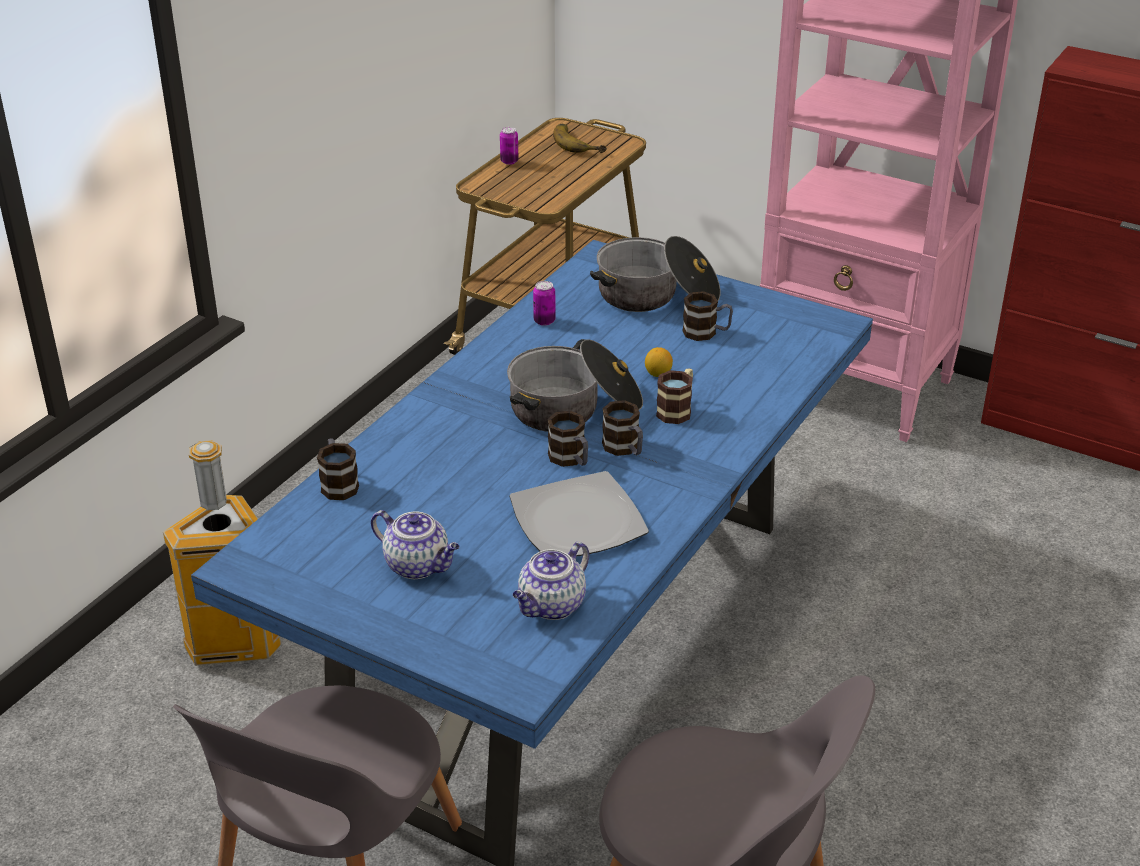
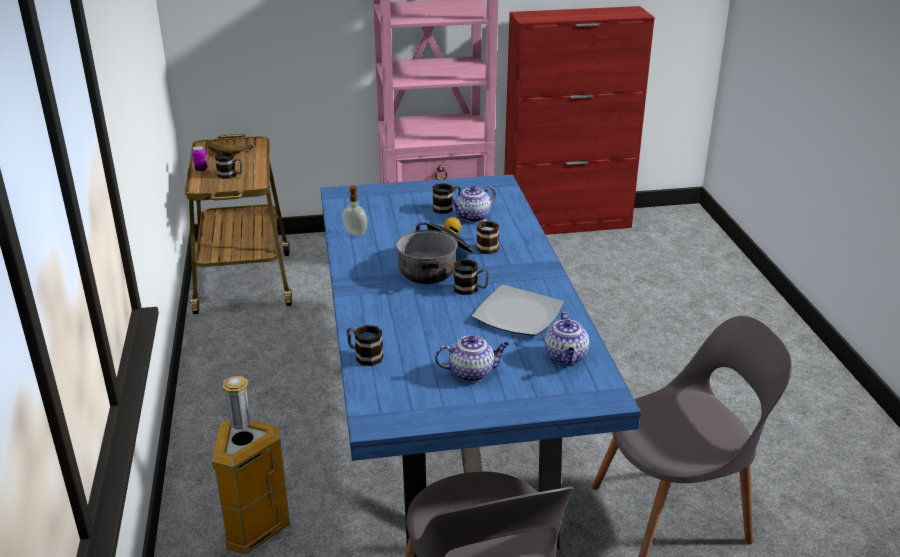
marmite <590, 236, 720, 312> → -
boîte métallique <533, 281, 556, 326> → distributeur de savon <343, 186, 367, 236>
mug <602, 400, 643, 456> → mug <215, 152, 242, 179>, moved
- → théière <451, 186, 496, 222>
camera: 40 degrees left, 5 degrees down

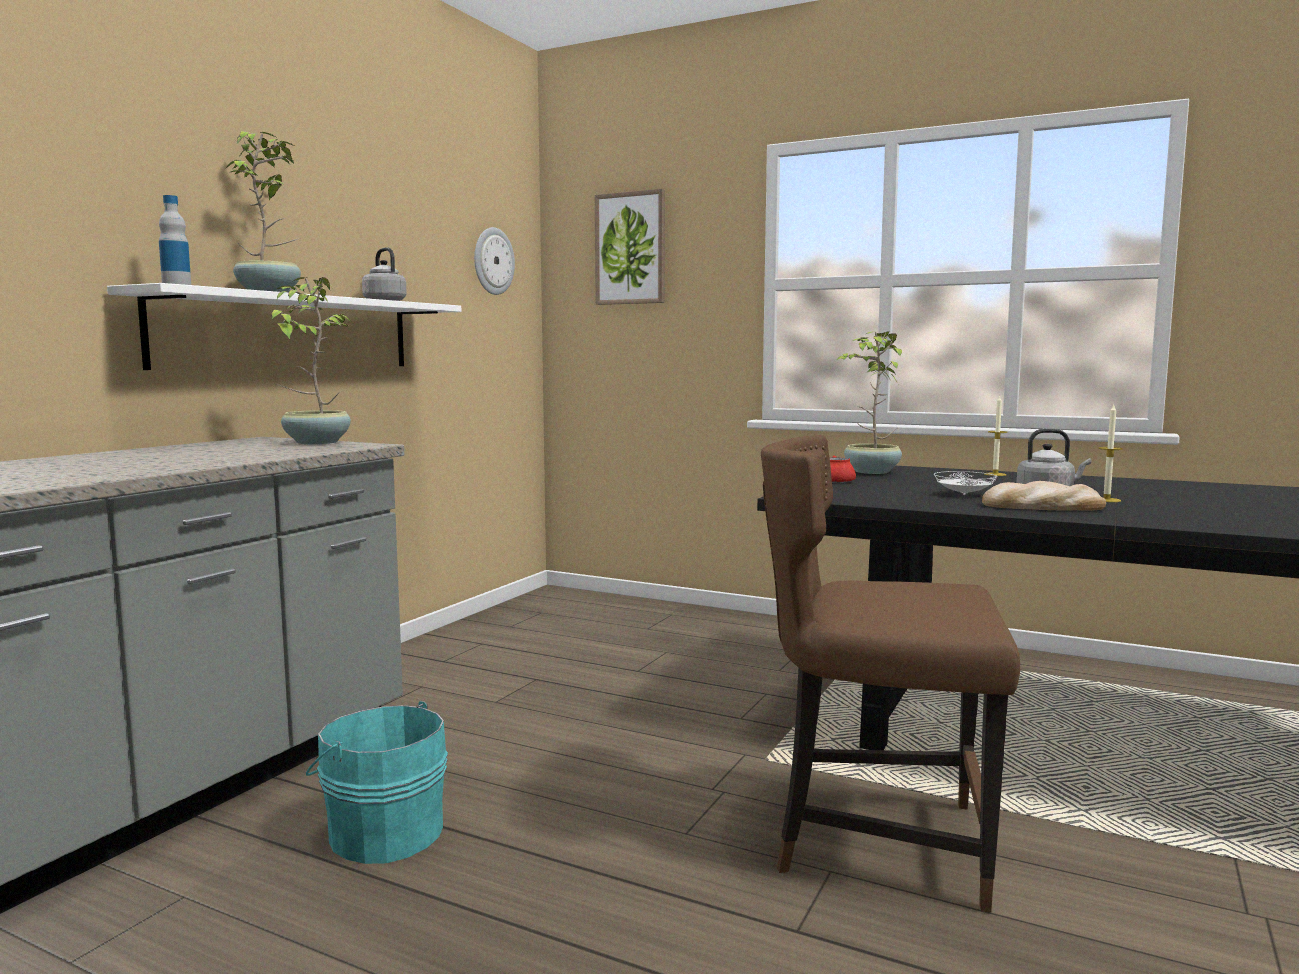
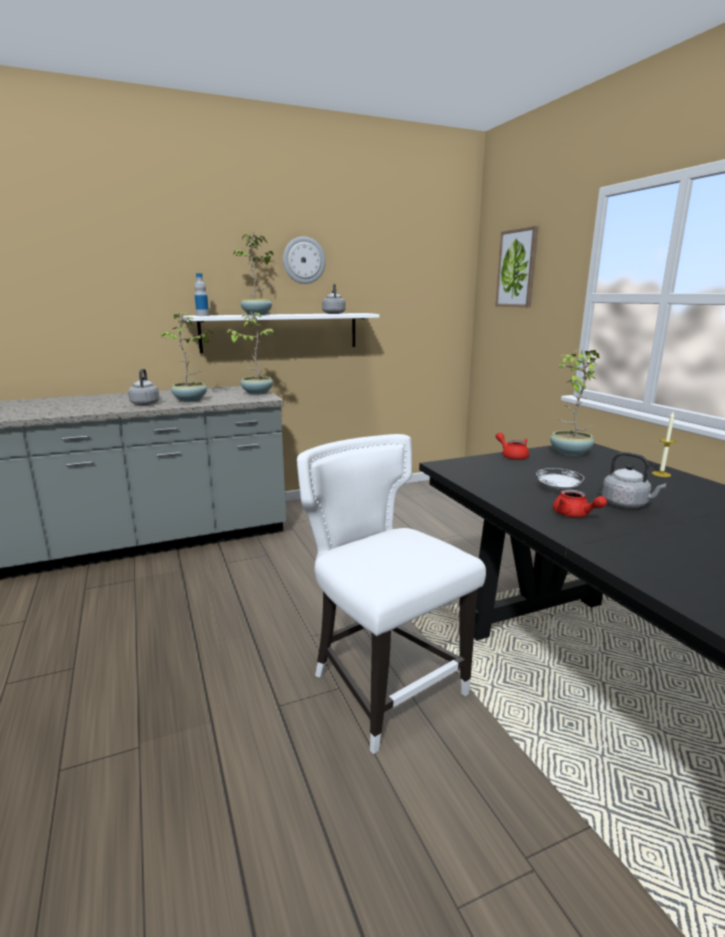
horloge murale <474, 227, 515, 295> → horloge murale <283, 236, 326, 284>, moved
bougie <1098, 405, 1123, 502> → -
chaise/marron <761, 435, 1020, 913> → chaise/blanc <297, 434, 486, 754>
pain <982, 481, 1106, 511> → théière/rouge <553, 489, 607, 517>
seau/turquoise <306, 701, 448, 864> → -
- → plante en pot <160, 312, 213, 402>
- → bouilloire/gris <128, 369, 159, 405>
camera: 40 degrees right, 10 degrees up

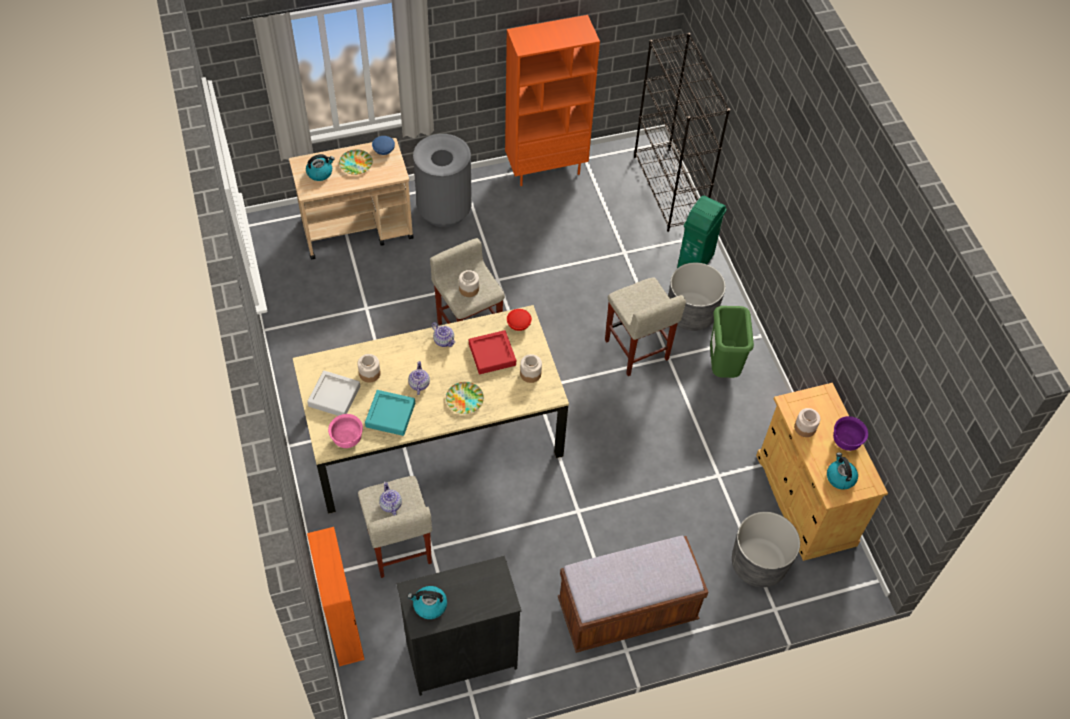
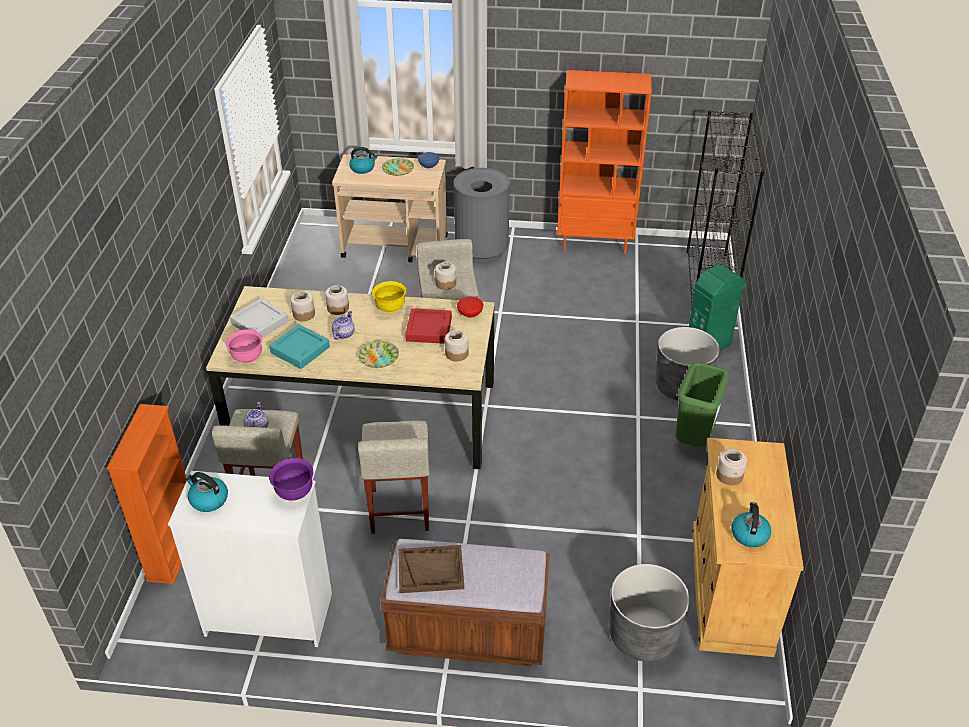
tabouret/beige <605, 278, 686, 376> → tabouret/beige <358, 421, 429, 534>, moved
théière <432, 322, 456, 347> → bol/jaune <372, 281, 406, 313>
bol/violet <833, 416, 868, 451> → bol/violet <269, 458, 313, 500>, moved
commode/noir <396, 556, 521, 696> → commode/blanc <168, 471, 332, 647>
- → bocal <325, 285, 349, 315>
- → plateau/marron <398, 545, 464, 593>
camera: 25 degrees right, 15 degrees down

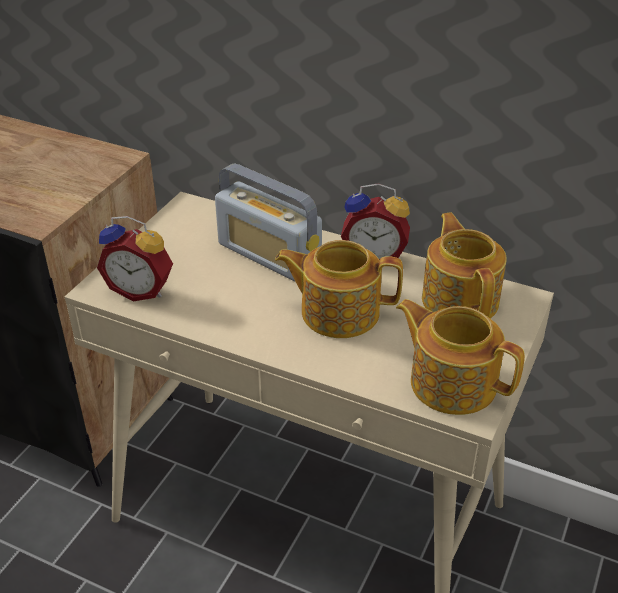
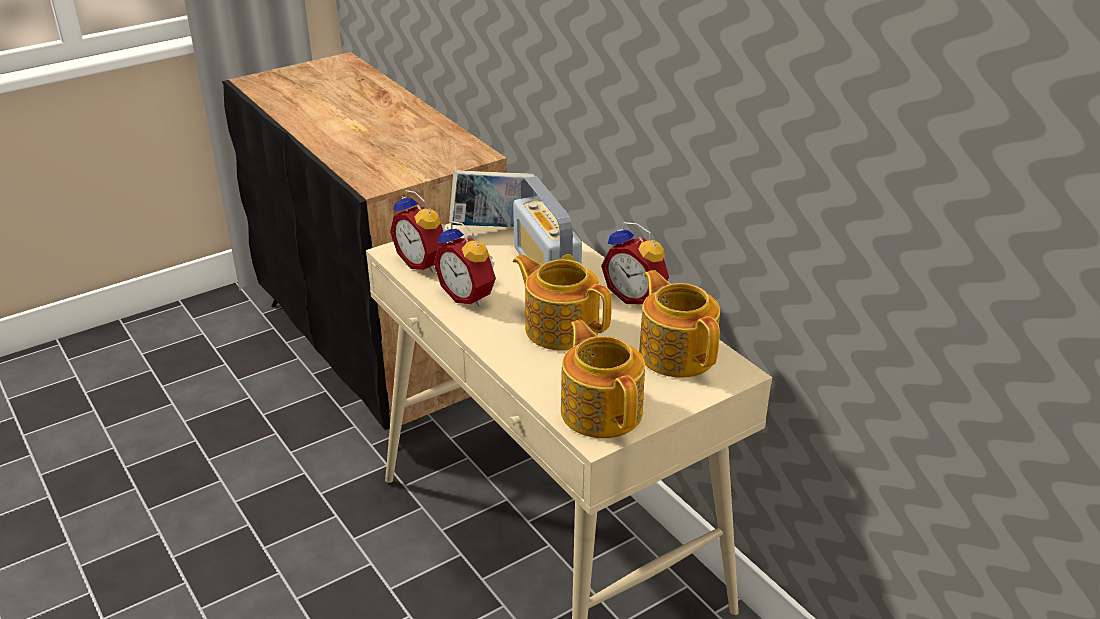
théière <422, 212, 507, 319> → théière <639, 270, 720, 378>, 45 degrees counterclockwise
- → livre <449, 170, 536, 227>
- → réveil <434, 221, 496, 307>
camera: 30 degrees right, 5 degrees down

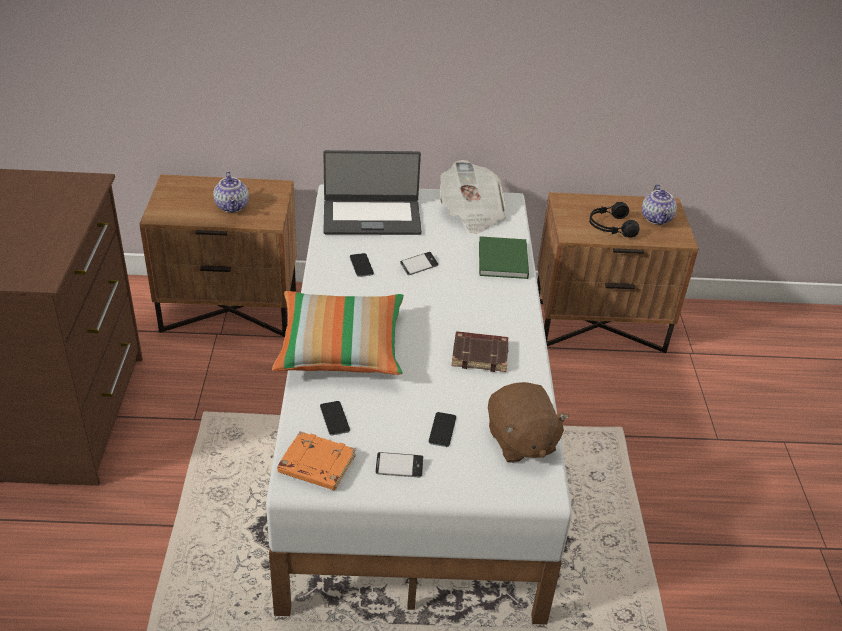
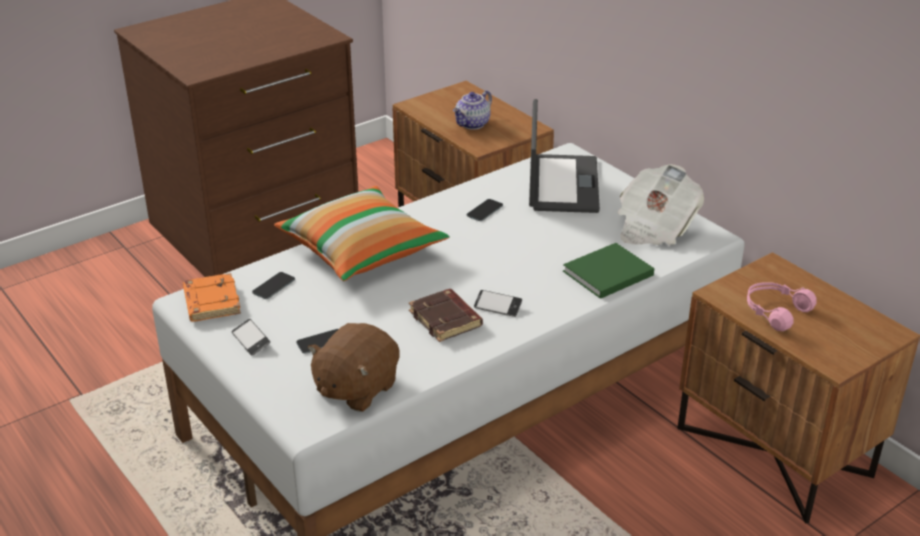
ordinateur portable <323, 150, 422, 235> → ordinateur portable <529, 99, 600, 213>, 135 degrees counterclockwise
théière <642, 184, 677, 225> → -
casque audio/noir <589, 202, 640, 238> → casque audio/rose <747, 282, 817, 331>
téléphone <400, 252, 438, 275> → téléphone <474, 290, 522, 317>, moved
camera: 55 degrees right, 5 degrees down

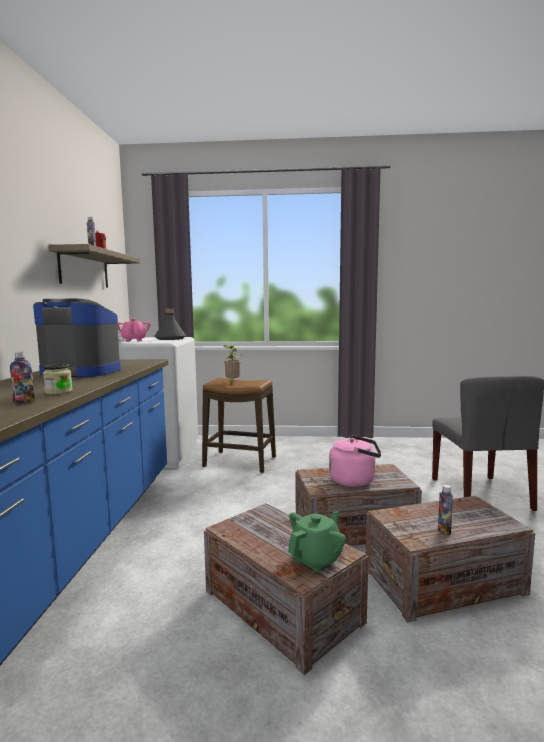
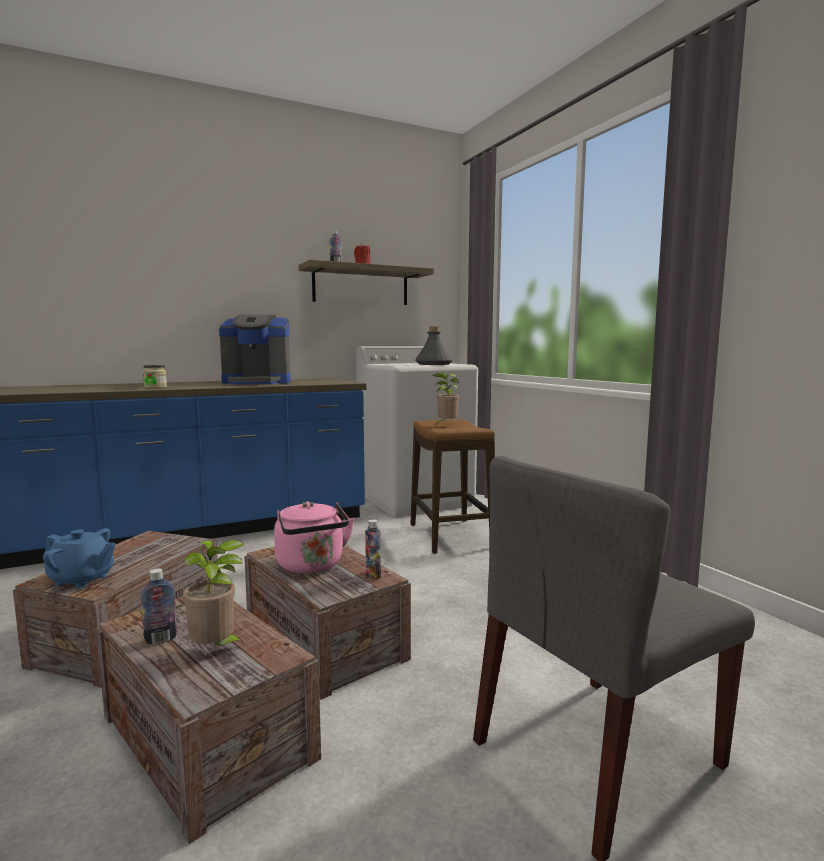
machine à café <33, 299, 121, 377> → machine à café <219, 315, 291, 384>, 105 degrees clockwise
théière/rose <117, 318, 150, 342> → -
bouteille <10, 352, 35, 403> → bouteille <365, 519, 381, 579>, moved
théière/vert <288, 511, 346, 572> → théière/bleu <43, 528, 115, 589>
- → plante en pot <183, 540, 245, 645>
camera: 60 degrees right, 0 degrees up

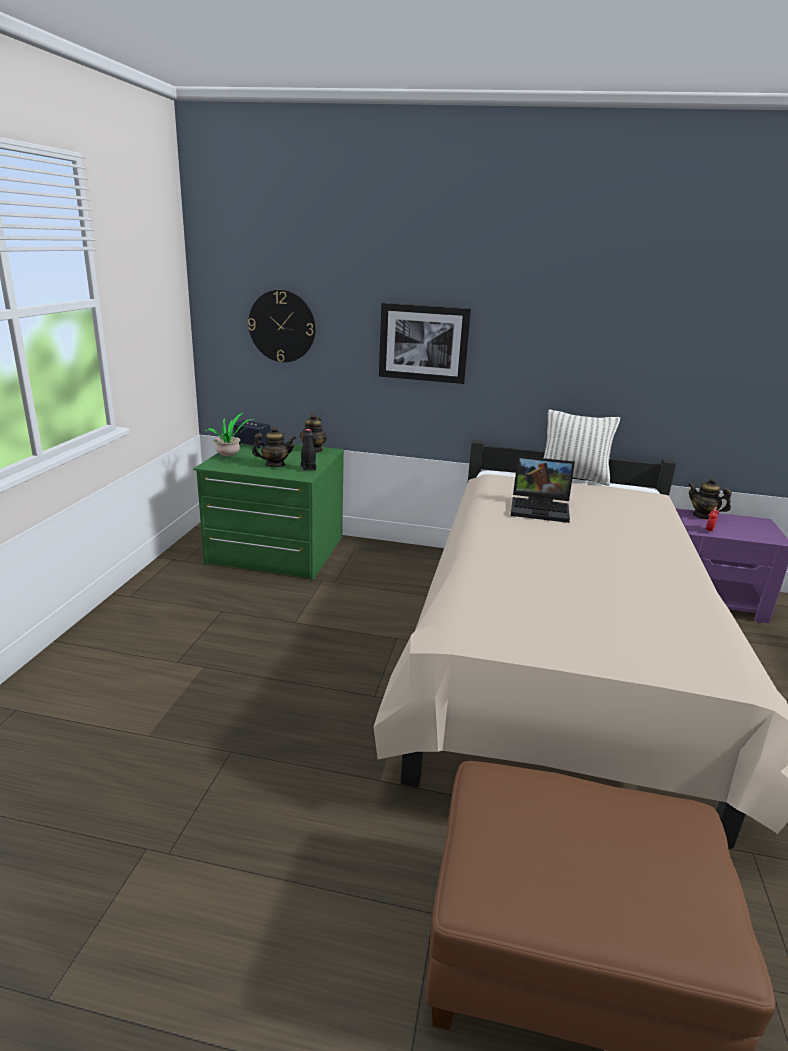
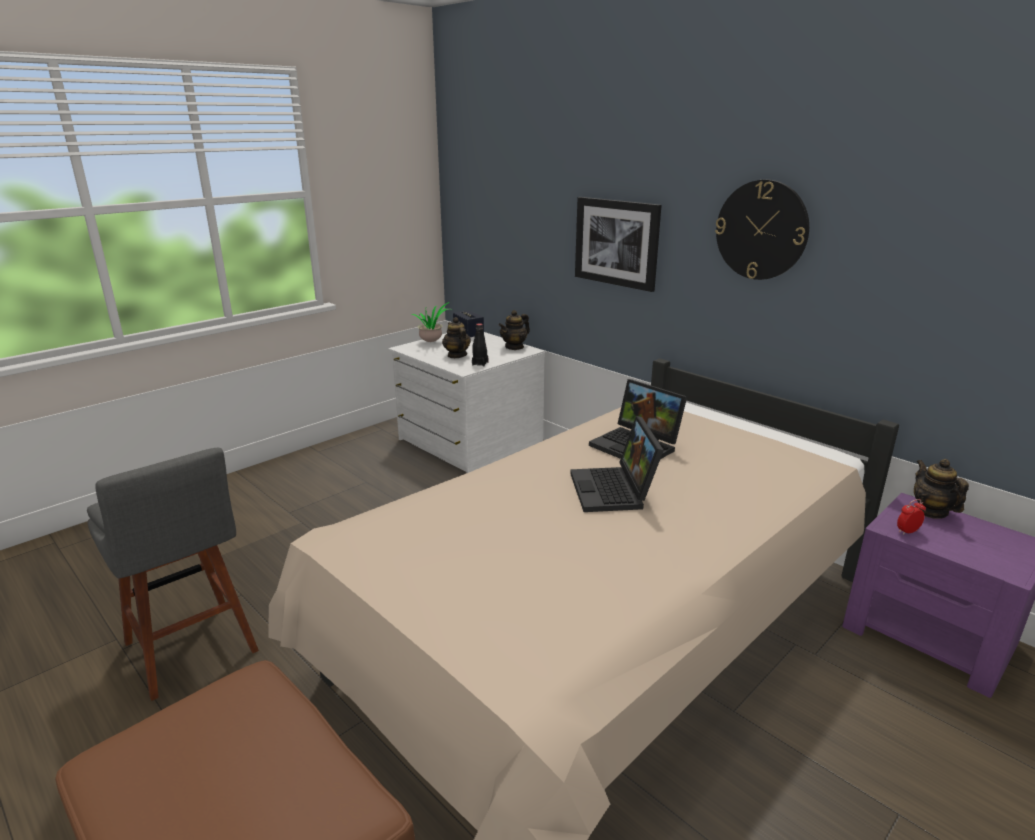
horloge murale <248, 290, 316, 362> → horloge murale <715, 180, 809, 280>, moved
coussin <544, 409, 620, 486> → -
théière <252, 426, 296, 467> → théière <442, 317, 471, 358>, 135 degrees counterclockwise
commode/vert <193, 444, 344, 580> → commode/blanc <389, 332, 545, 473>
- → ordinateur portable <570, 416, 664, 512>
- → tabouret/gris <87, 448, 259, 701>
camera: 35 degrees right, 0 degrees up

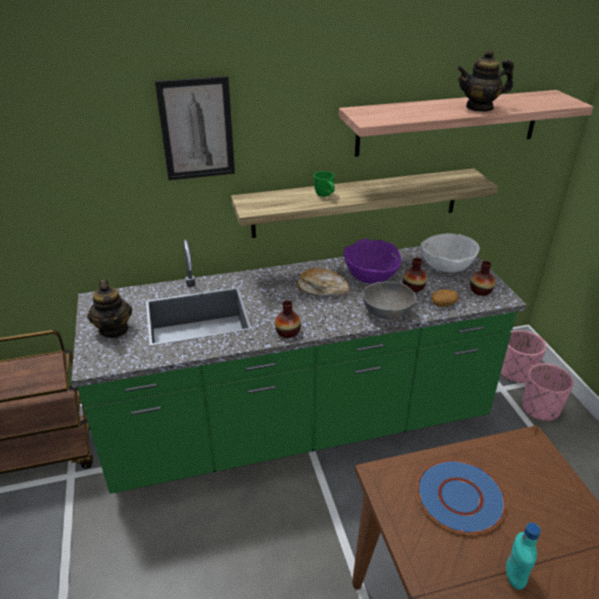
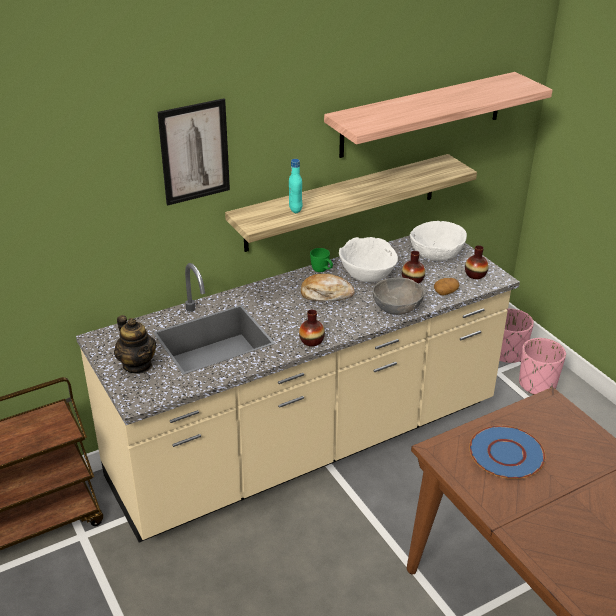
théière <457, 49, 514, 112> → -
mug/vert <314, 171, 335, 197> → mug/vert <310, 248, 333, 272>, moved
comptoir de cuisine/vert <71, 239, 526, 494> → comptoir de cuisine/beige <76, 235, 520, 543>
bol/violet <344, 239, 402, 284> → bol/blanc <339, 237, 398, 282>
bouteille/turquoise <506, 523, 541, 590> → bouteille/turquoise <289, 159, 303, 213>, moved
camera: 15 degrees left, 0 degrees up

